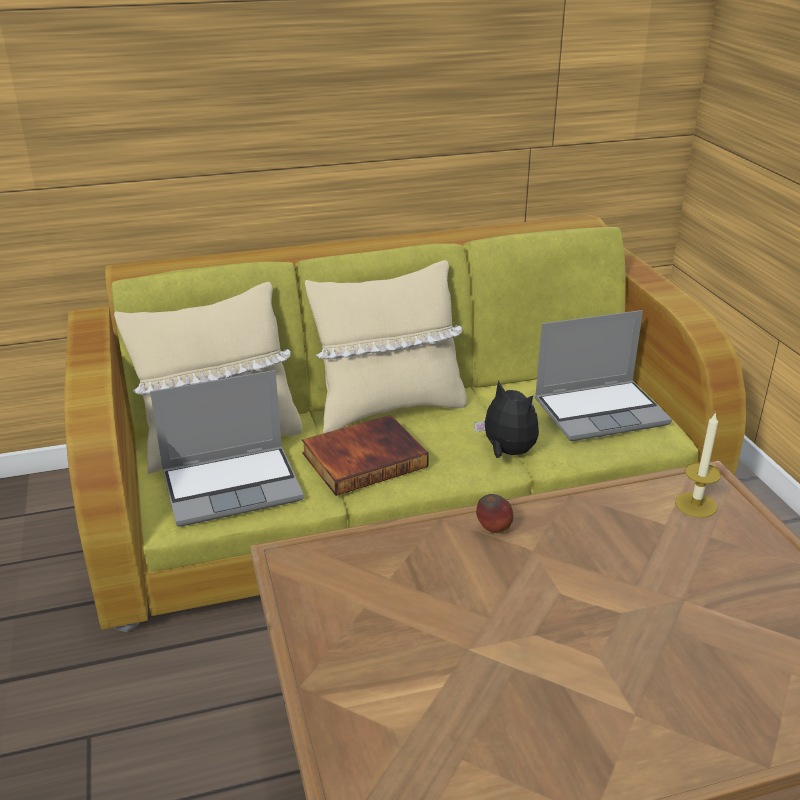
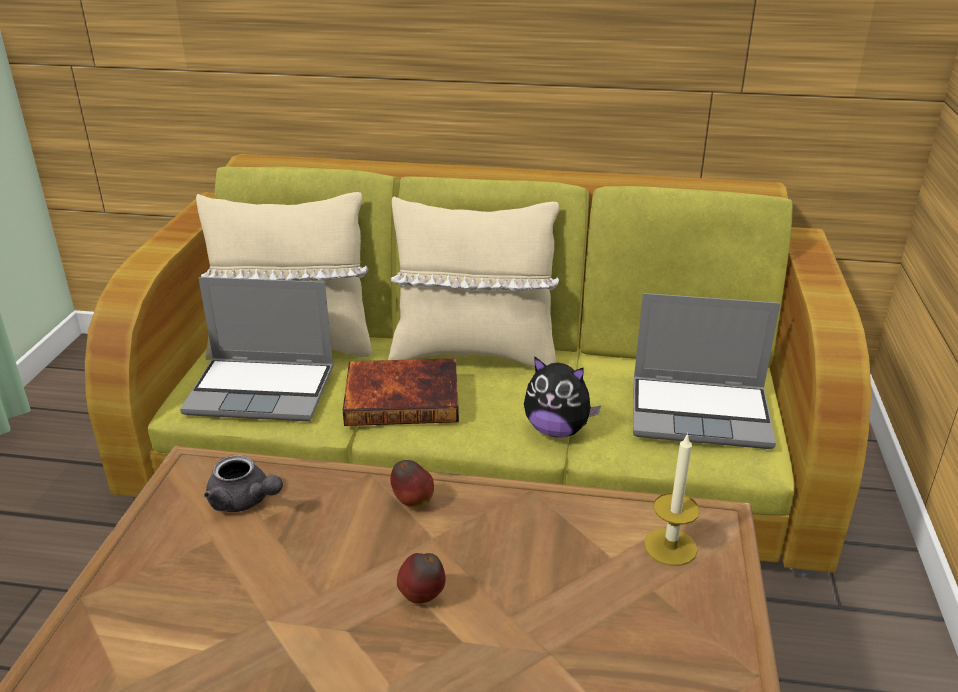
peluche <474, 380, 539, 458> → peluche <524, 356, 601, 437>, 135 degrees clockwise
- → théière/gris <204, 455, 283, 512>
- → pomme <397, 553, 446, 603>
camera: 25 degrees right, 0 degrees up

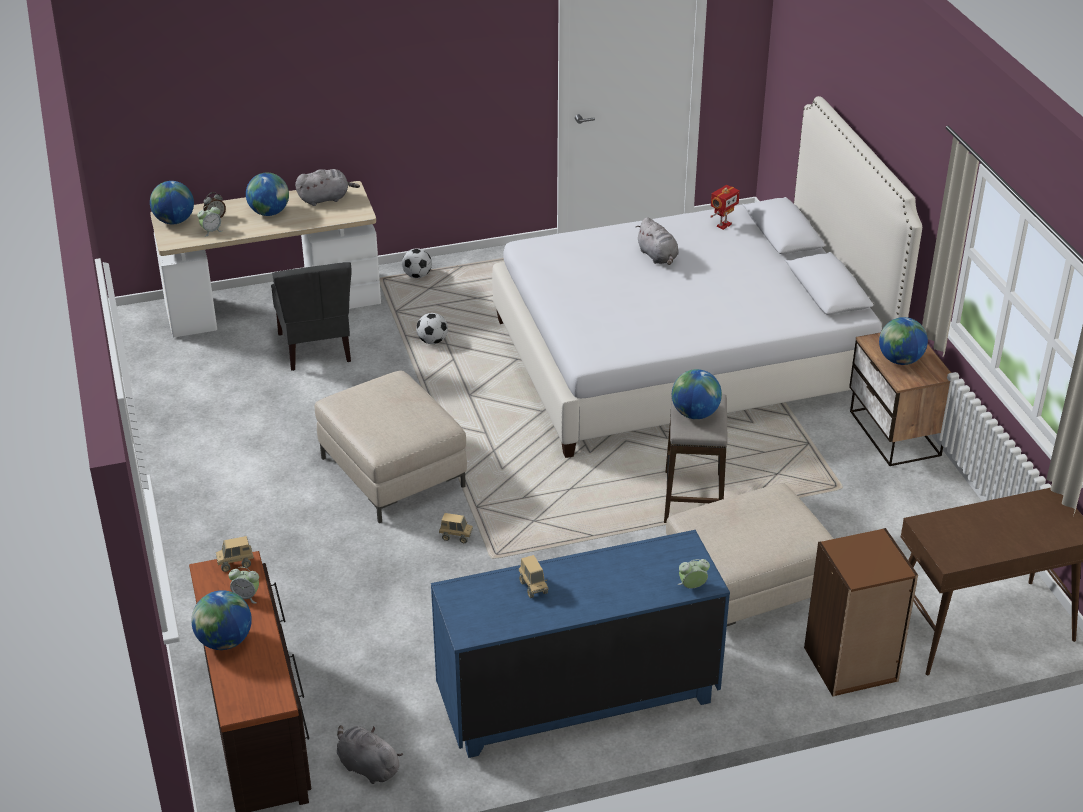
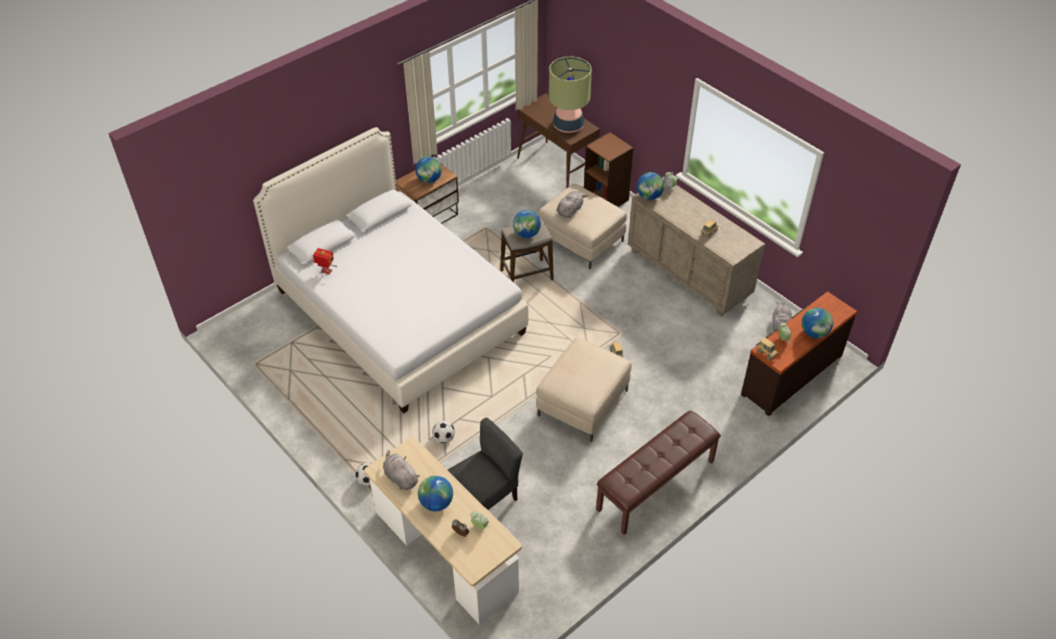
globe <150, 181, 194, 224> → globe <637, 172, 664, 200>, moved
peluche/gris <636, 217, 679, 265> → peluche/gris <557, 191, 588, 218>, moved
commode/bleu <431, 530, 730, 758> → commode/beige <628, 177, 765, 316>
- → lampe de table <549, 57, 592, 133>
- → banc/marron <596, 411, 721, 535>
camera: 115 degrees left, 10 degrees up

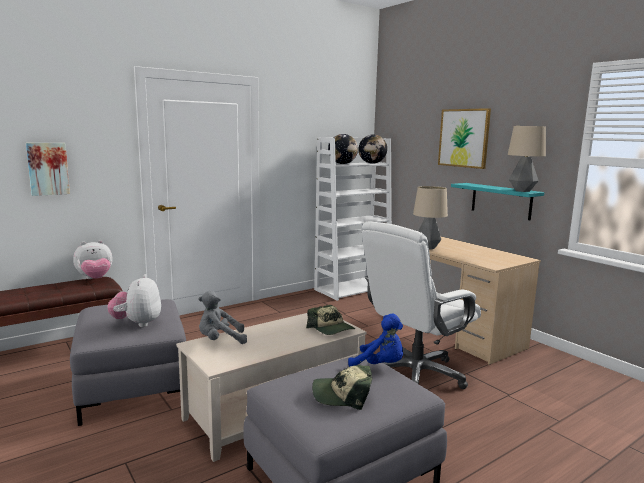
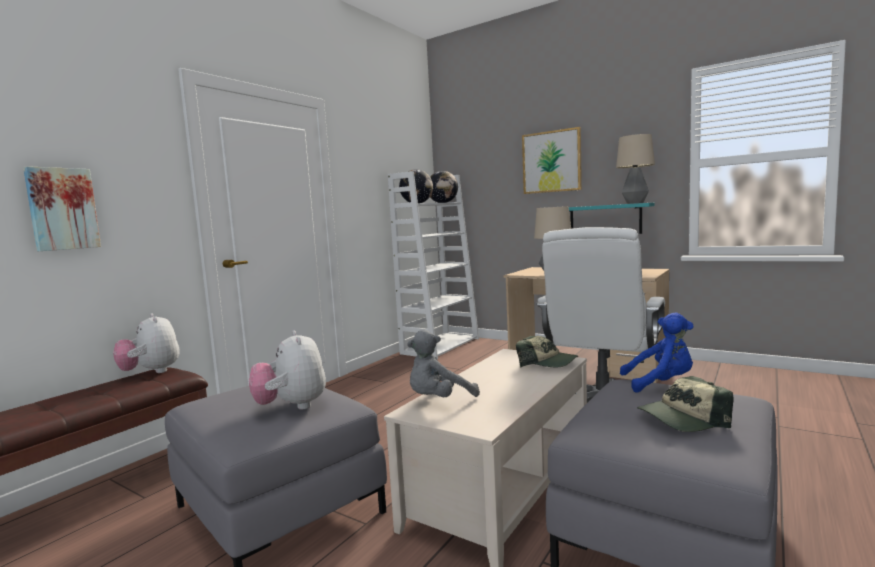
peluche <73, 240, 112, 279> → peluche <113, 314, 180, 373>, 105 degrees clockwise
camera: 20 degrees left, 5 degrees down

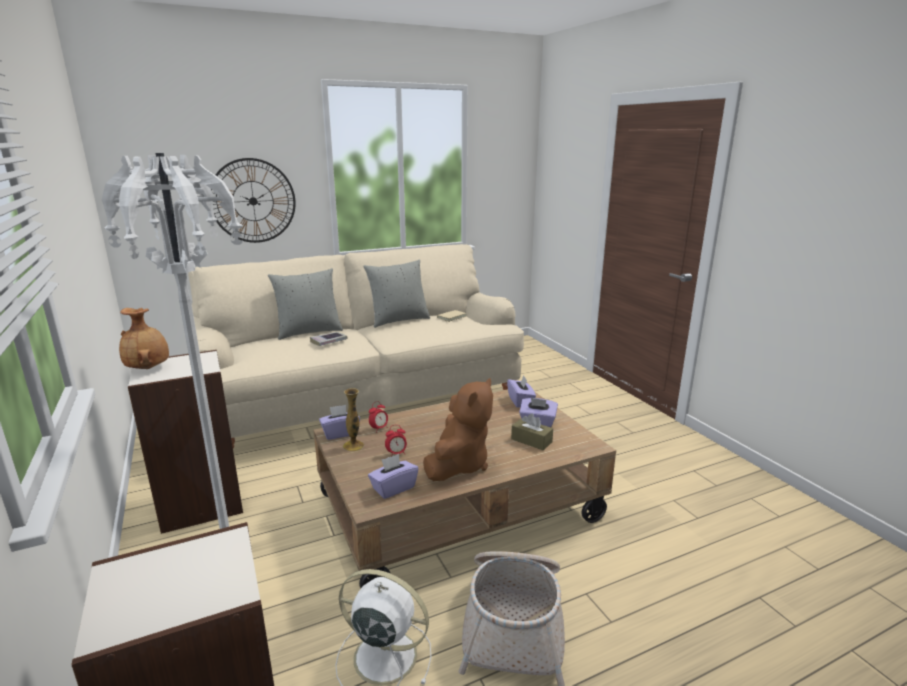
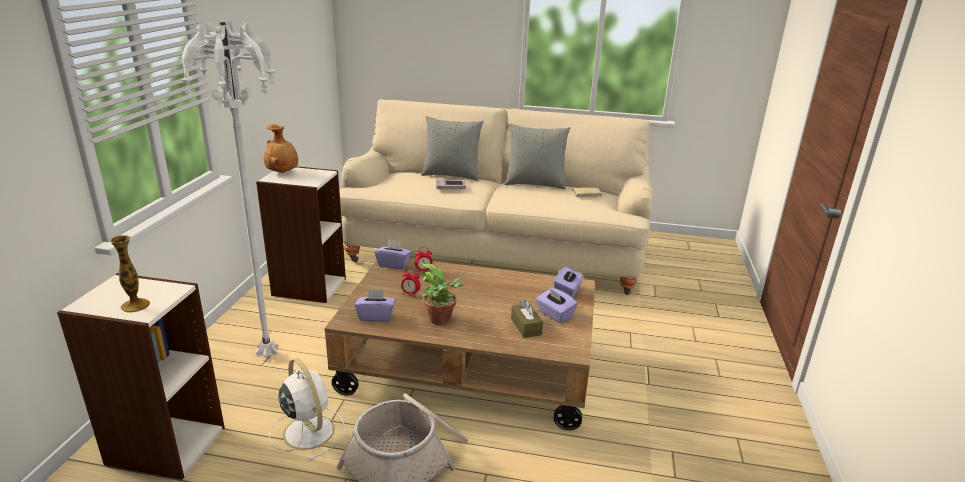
horloge murale <211, 158, 296, 243> → -
peluche/marron <423, 378, 493, 481> → plante en pot <420, 263, 465, 325>
vase <343, 388, 364, 451> → vase <109, 235, 150, 313>, moved
camera: 35 degrees right, 5 degrees up

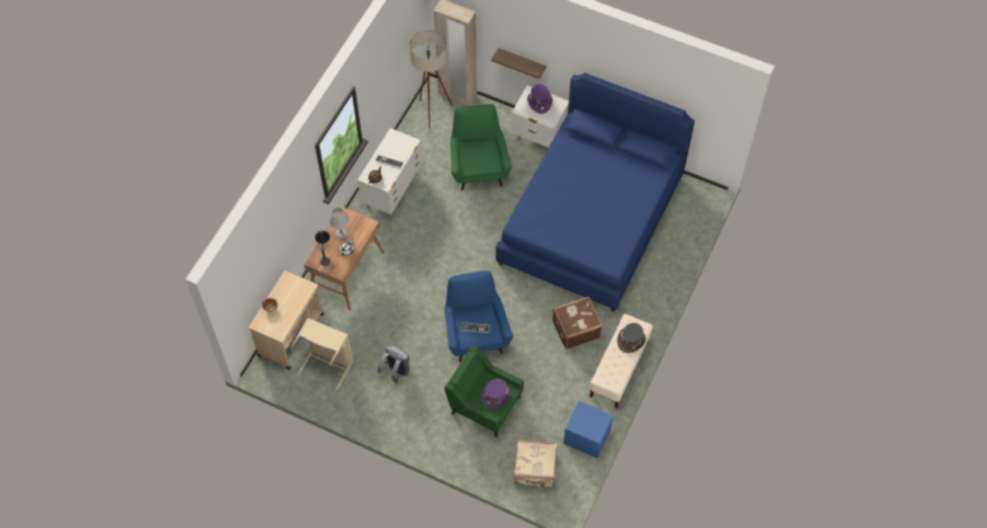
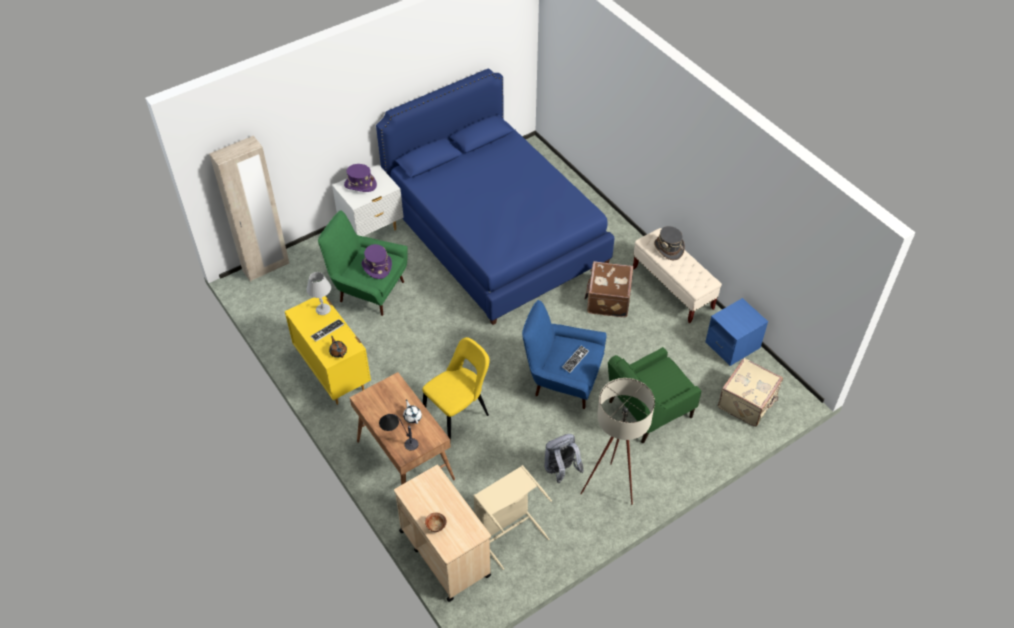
lampadaire/beige <409, 30, 453, 129> → lampadaire/beige <580, 378, 655, 505>, moved
étagère <491, 48, 546, 79> → -
commode/blanc <357, 128, 422, 217> → commode/jaune <285, 296, 371, 405>
lampe de table/gris <329, 207, 349, 239> → lampe de table/gris <307, 272, 331, 315>, moved
chapeau/violet <481, 379, 511, 409> → chapeau/violet <361, 244, 392, 279>, moved
- → chaise/jaune <422, 337, 490, 443>
camera: 60 degrees left, 10 degrees down

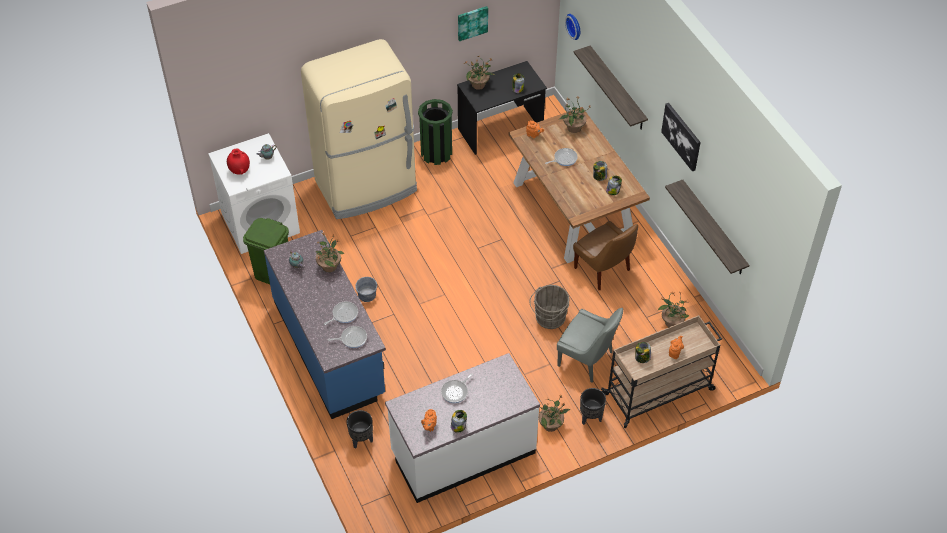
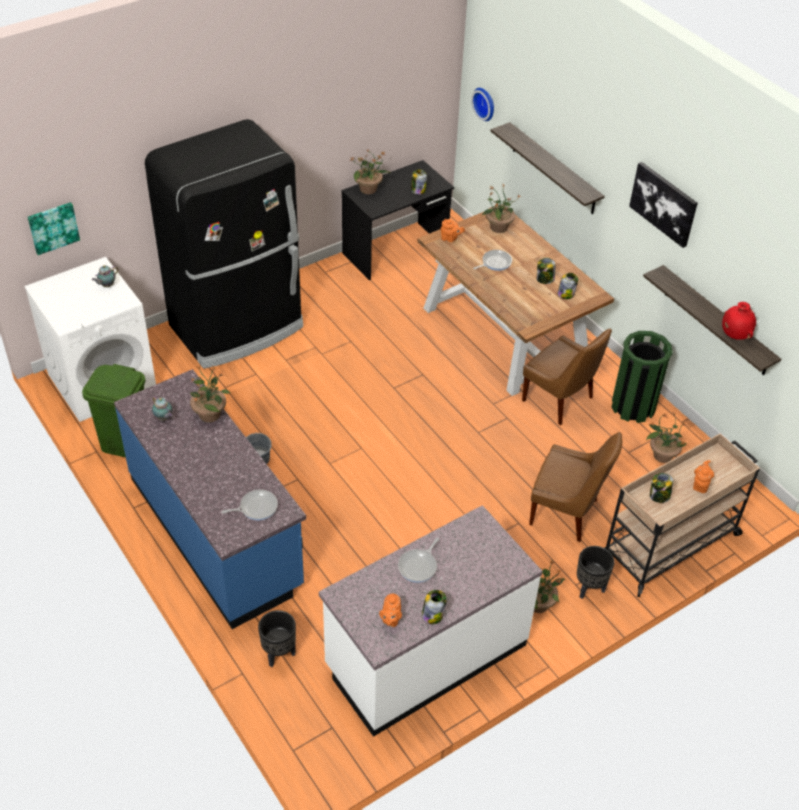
tableau <458, 6, 488, 41> → tableau <28, 202, 80, 255>, moved
réfrigérateur/beige <301, 39, 417, 219> → réfrigérateur/noir <145, 119, 303, 369>
poubelle/vert <418, 99, 453, 165> → poubelle/vert <611, 331, 673, 423>, moved
vase/rouge <227, 148, 250, 175> → vase/rouge <722, 302, 756, 340>, moved
seau/gris <530, 285, 569, 329> → -
poêle <324, 302, 358, 325> → -
chaise/gris <557, 308, 623, 383> → chaise/marron <529, 432, 622, 542>
camera: 10 degrees left, 5 degrees down

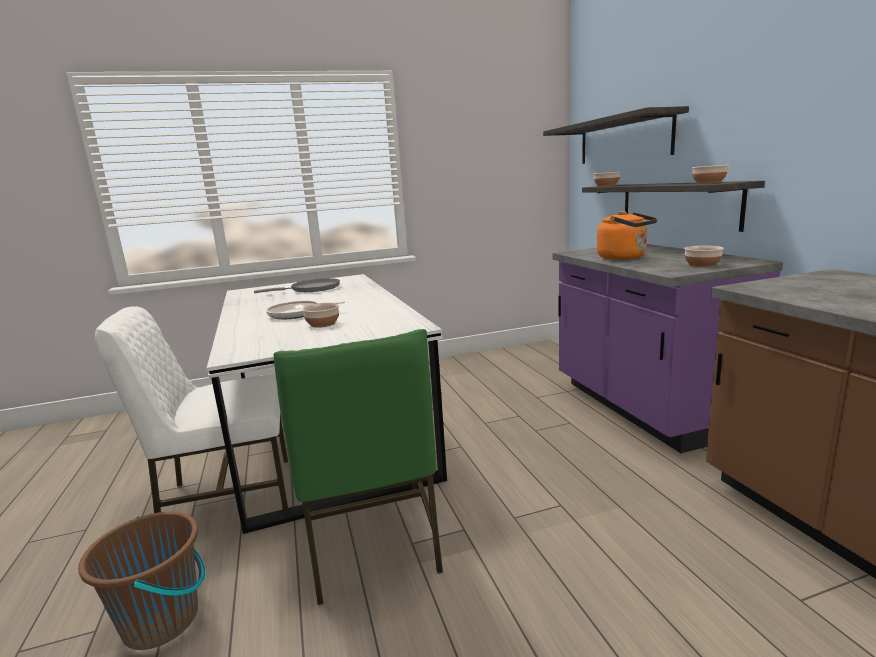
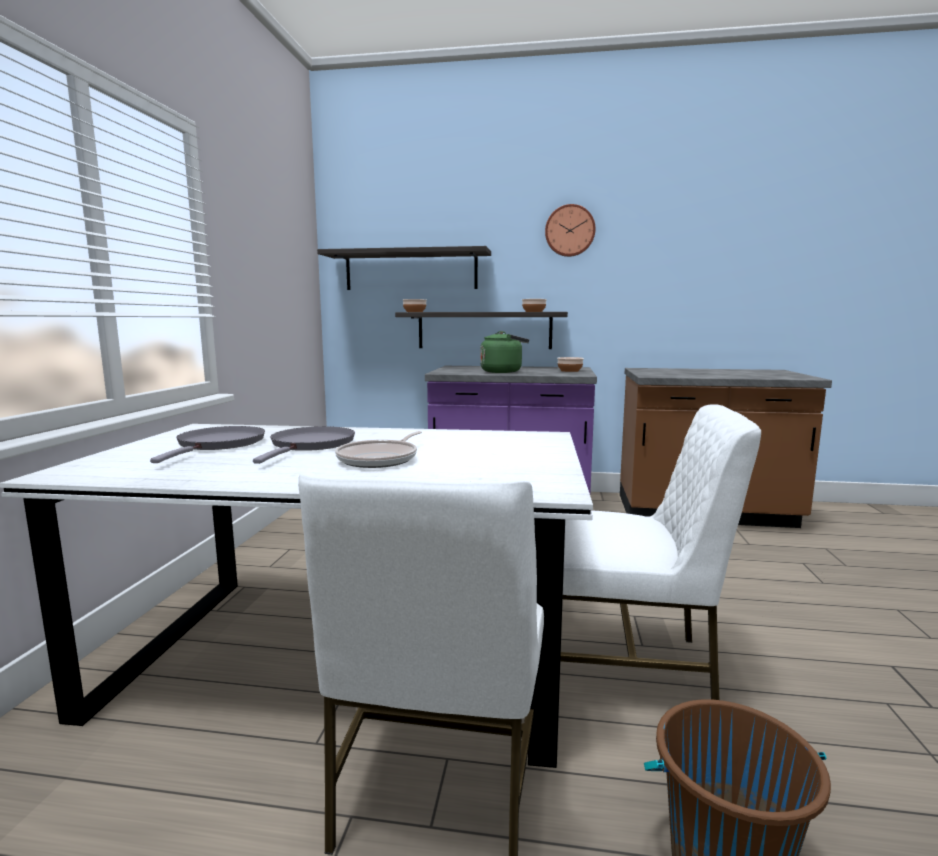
bouilloire/orange <597, 211, 657, 260> → bouilloire/vert <480, 331, 529, 373>
bol <302, 303, 339, 328> → -
chaise/vert <274, 329, 443, 605> → chaise/blanc <560, 404, 761, 700>
- → horloge murale <545, 204, 596, 257>
- → poêle/gris <253, 426, 355, 464>
camera: 65 degrees left, 5 degrees down

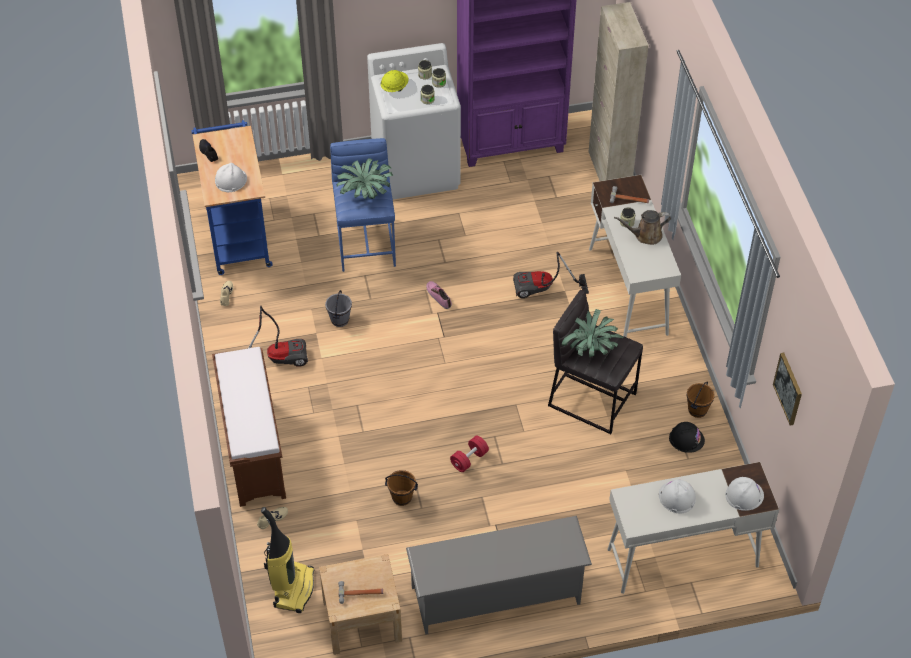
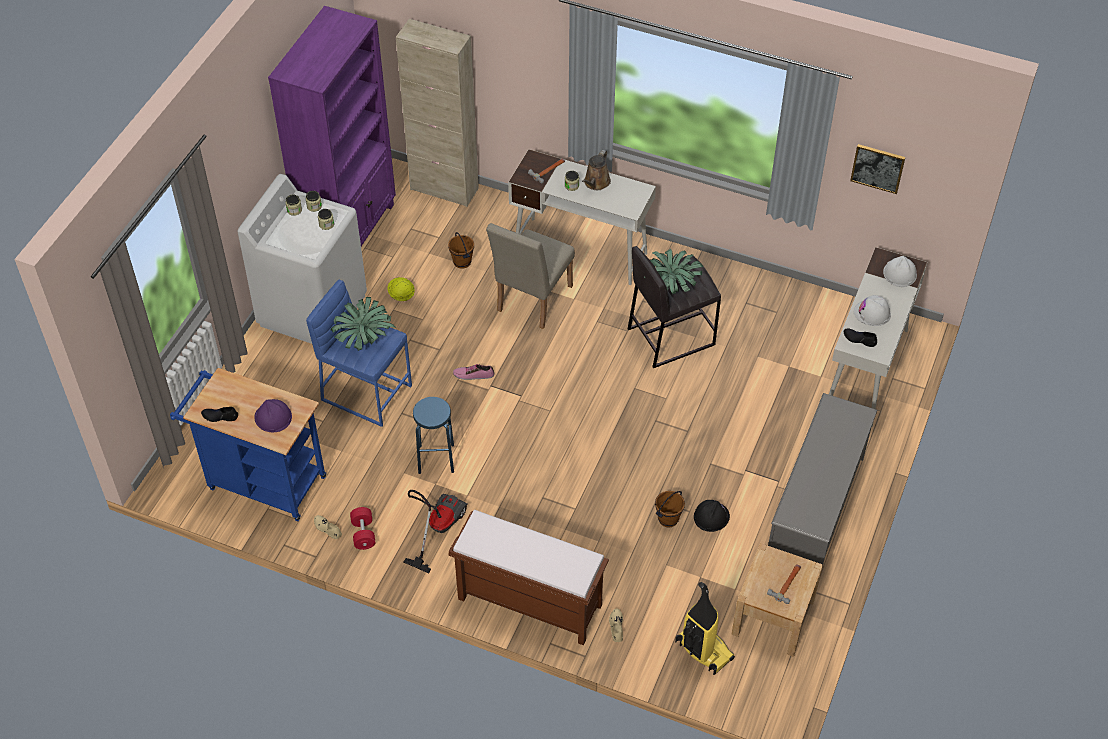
casque de chantier/jaune <381, 70, 409, 92> → casque de chantier/jaune <388, 277, 415, 301>, moved
casque de chantier/blanc <215, 163, 247, 192> → casque de chantier/violet <254, 399, 292, 432>
aspirateur <513, 252, 589, 298> → chaise/beige <486, 223, 575, 329>
seau/gris <325, 290, 352, 327> → tabouret/bleu <413, 397, 454, 474>
seau/marron <687, 382, 715, 418> → seau/marron <448, 232, 474, 269>, moved
casque de chantier/noir <669, 422, 705, 453> → casque de chantier/noir <694, 500, 730, 532>, moved
haltère/rouge <450, 435, 489, 472> → haltère/rouge <350, 507, 375, 550>, moved
- → chaussure/noir <844, 328, 877, 347>
camera: 55 degrees left, 0 degrees up

